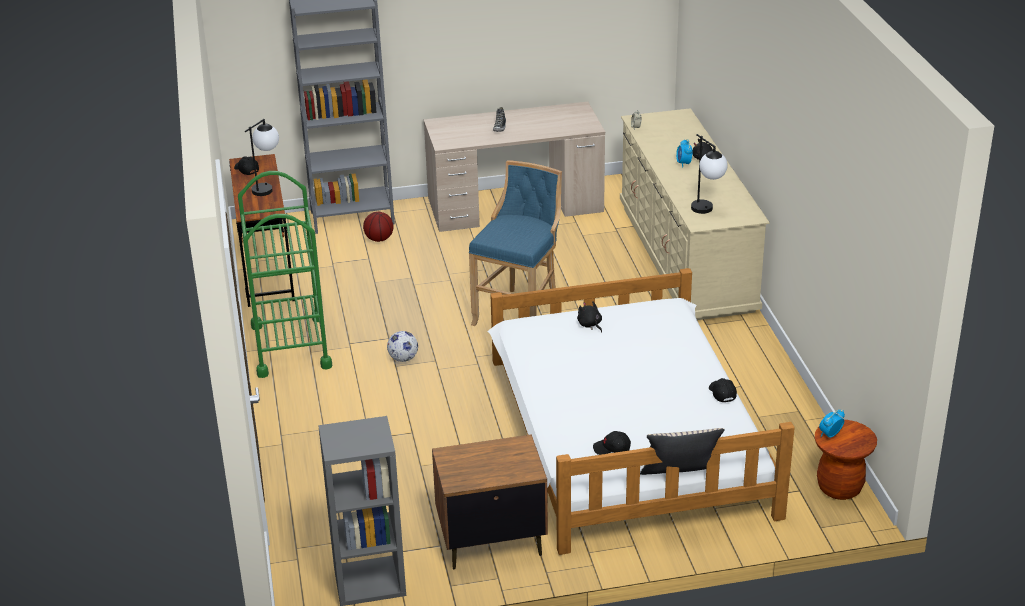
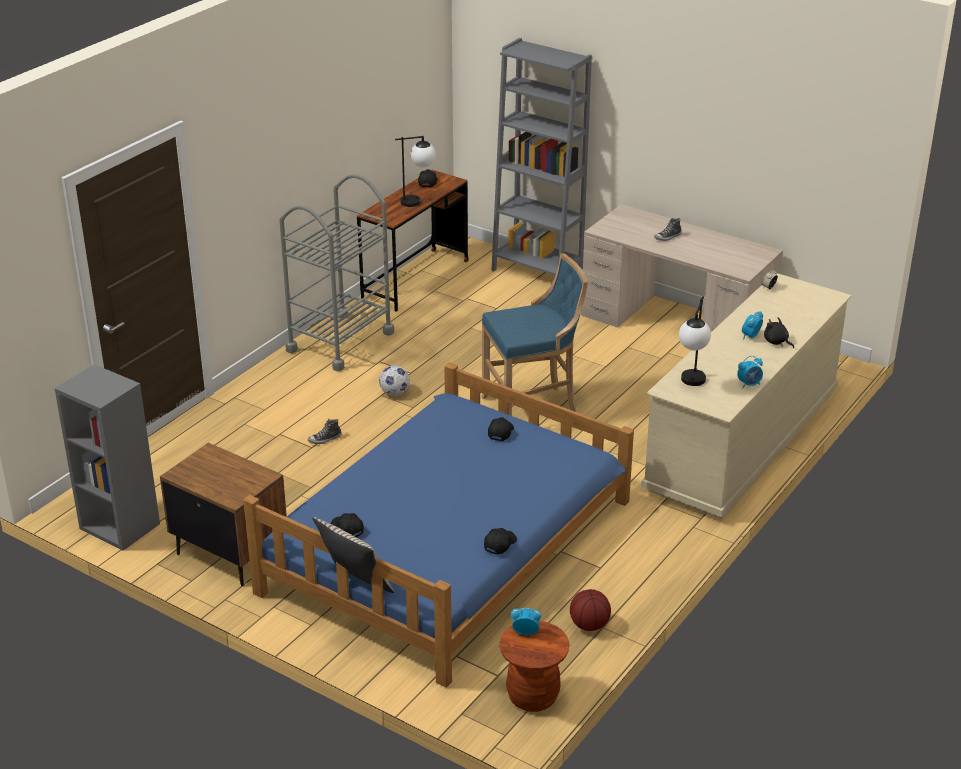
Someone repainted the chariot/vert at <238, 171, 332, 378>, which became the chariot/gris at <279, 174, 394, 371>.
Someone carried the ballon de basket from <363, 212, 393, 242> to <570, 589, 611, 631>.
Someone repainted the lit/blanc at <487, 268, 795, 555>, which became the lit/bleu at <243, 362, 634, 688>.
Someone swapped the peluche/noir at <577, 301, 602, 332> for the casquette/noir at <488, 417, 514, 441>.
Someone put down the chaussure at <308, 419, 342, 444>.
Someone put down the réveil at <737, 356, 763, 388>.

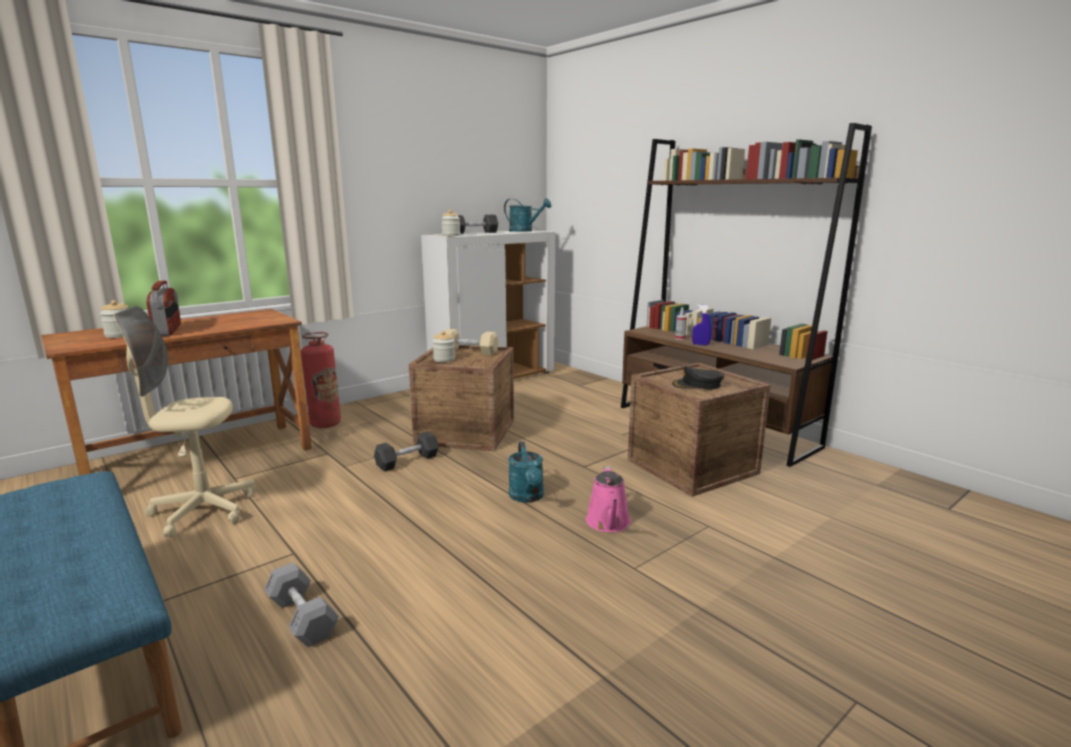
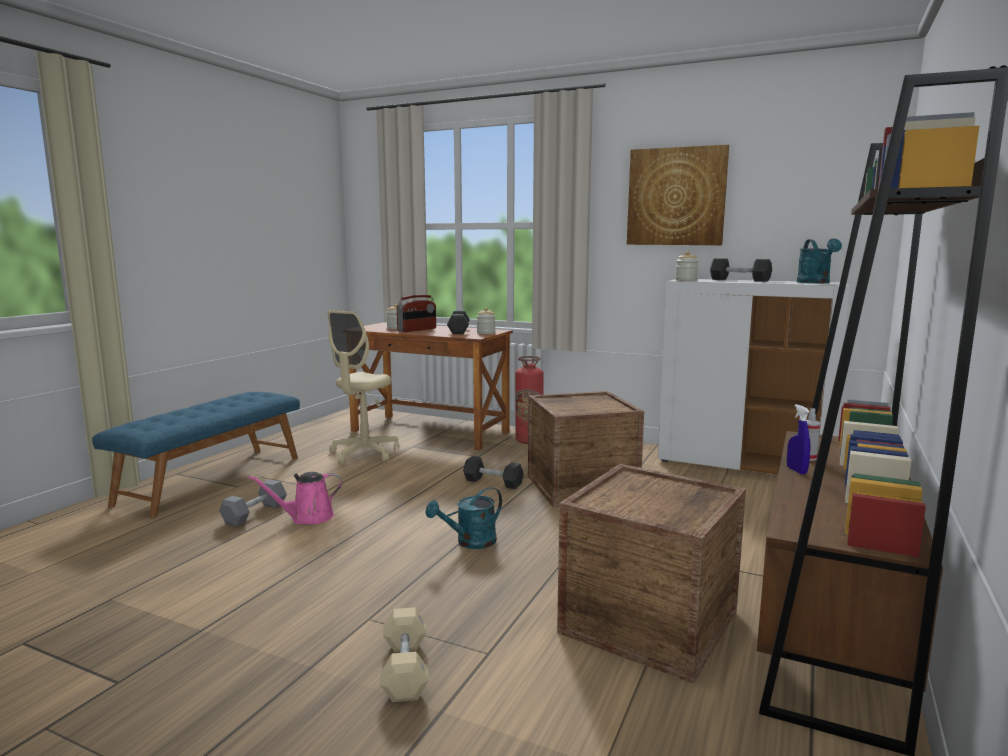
Someone rotated the chaise de bureau/beige at <114, 306, 255, 538> by 120 degrees counterclockwise.
Someone carried the bocal from <433, 331, 455, 362> to <477, 308, 495, 334>.
Someone carried the haltère/beige from <445, 329, 499, 355> to <380, 607, 429, 702>.
Someone carried the arrosoir/rose from <586, 466, 631, 532> to <248, 472, 342, 525>.
Someone took away the casquette/noir at <672, 366, 724, 390>.
Someone put down the haltère/noir at <447, 310, 470, 334>.
Someone put up the tableau at <627, 145, 729, 245>.

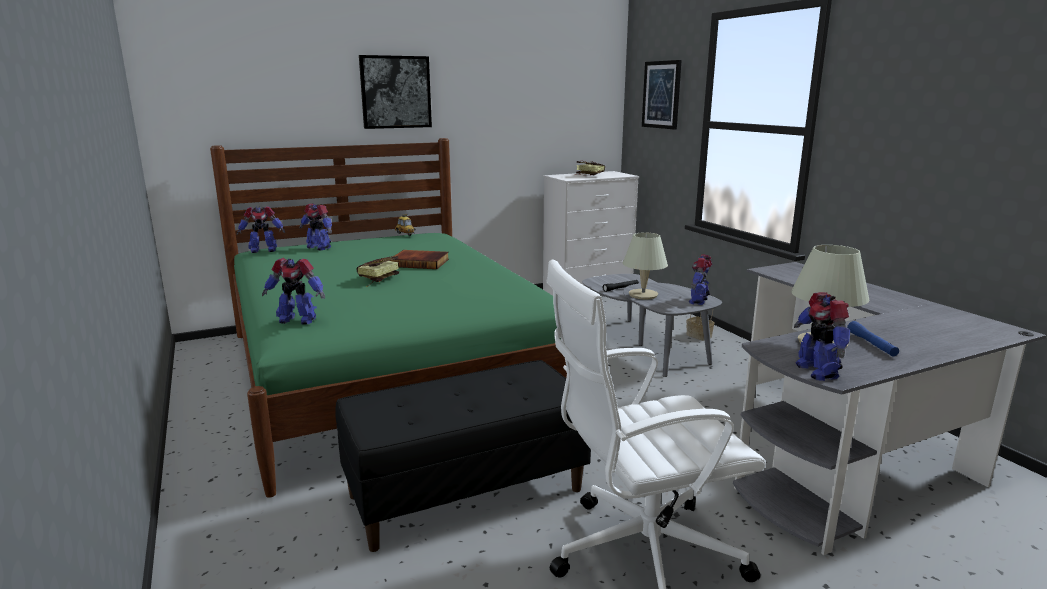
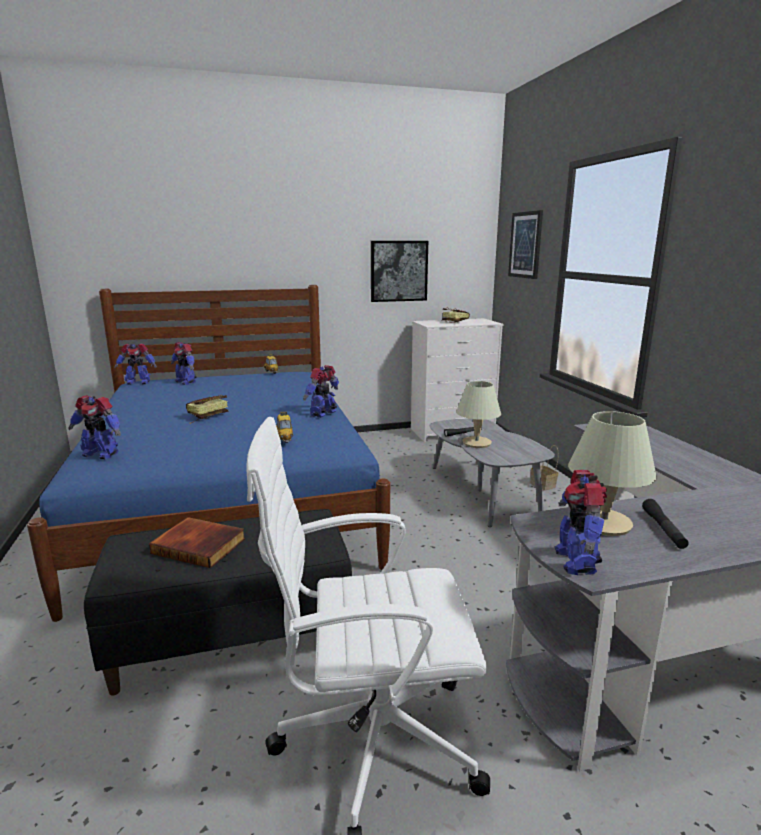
Someone repainted the lit/vert at <210, 138, 567, 498>, which became the lit/bleu at <27, 285, 390, 622>.
Someone carried the tableau from <359, 55, 432, 129> to <371, 241, 428, 302>.
Someone carried the livre from <390, 250, 449, 269> to <149, 517, 245, 568>.
Someone carried the robot jouet from <689, 255, 712, 305> to <303, 365, 339, 418>.
Someone repainted the lampe de poche/bleu at <847, 321, 899, 356>, which became the lampe de poche/noir at <642, 499, 689, 549>.
Someone put down the petite voiture at <276, 411, 293, 443>.

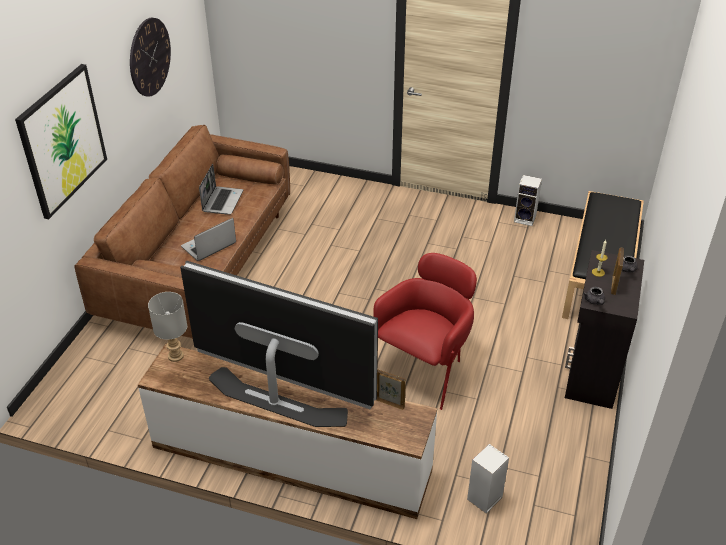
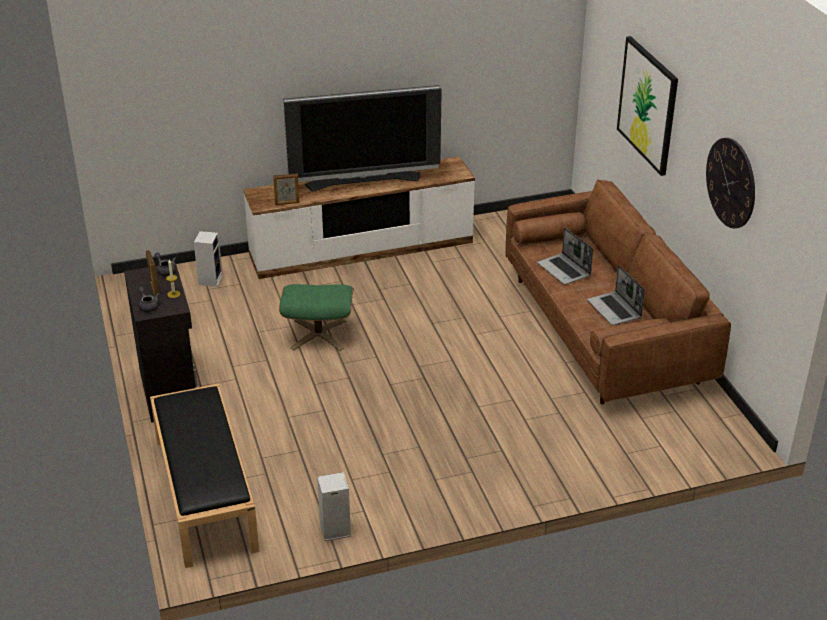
Someone took away the lampe de table/gris at <148, 292, 187, 362>.
Someone rotated the ordinateur portable at <181, 218, 236, 261> by 135 degrees clockwise.
Someone swapped the fauteuil/rouge at <373, 253, 477, 410> for the pouf/vert at <279, 284, 354, 351>.

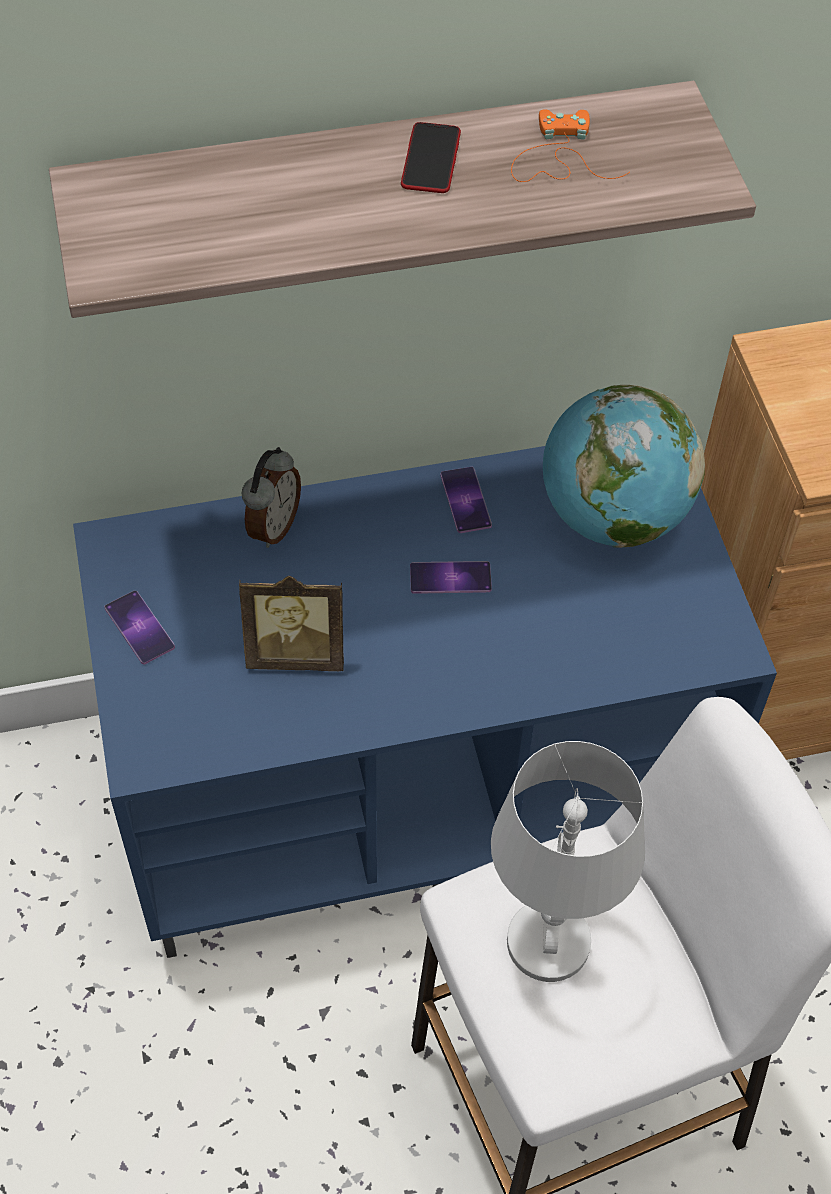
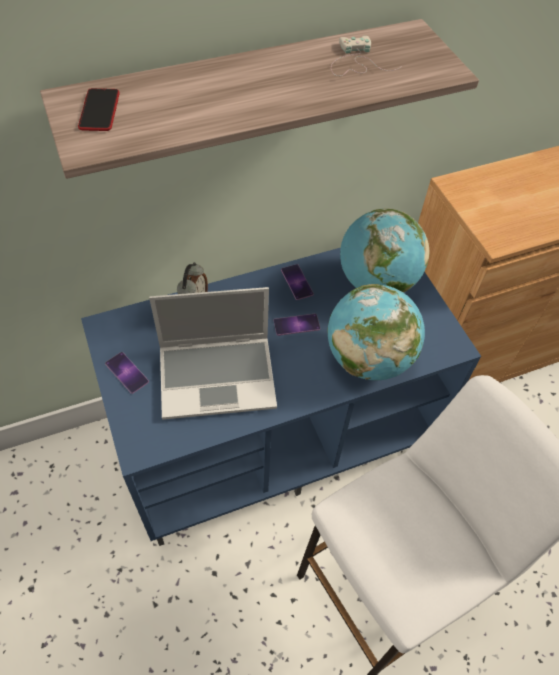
Someone swapped the cadre photo at <239, 576, 344, 671> for the ordinateur portable at <149, 287, 277, 420>.
Someone carried the téléphone from <401, 122, 461, 193> to <78, 88, 120, 131>.
Someone took away the lampe de table/blanc at <491, 741, 645, 982>.
Someone repainted the manette/orange at <511, 109, 630, 182>, which became the manette/blanc at <331, 36, 402, 76>.
Someone put down the globe at <327, 284, 425, 380>.

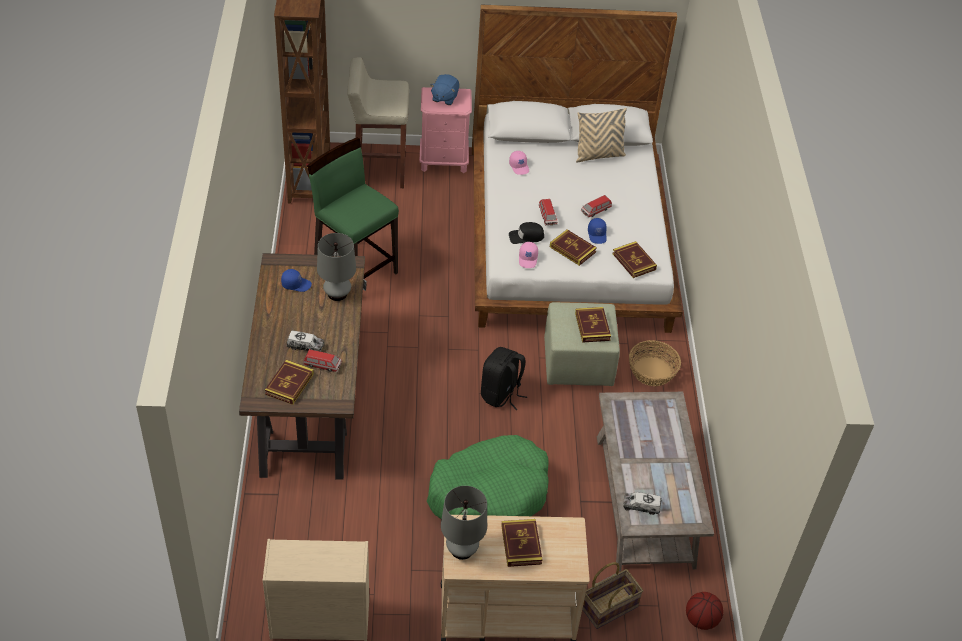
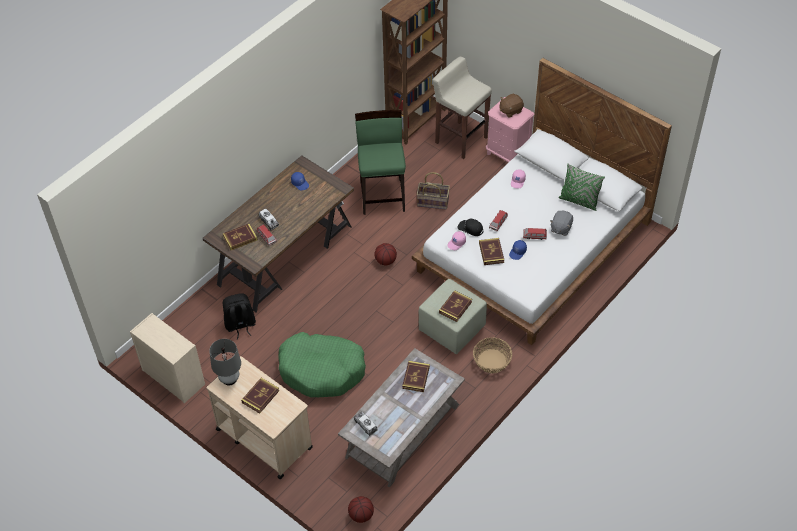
Someone took away the lampe de table/gris at <317, 233, 356, 301>.
Someone repainted the peluche/bleu at <430, 74, 459, 105>, which became the peluche/marron at <500, 94, 524, 118>.
Someone carried the sac à dos/noir from <481, 347, 527, 410> to <223, 293, 256, 340>.
Someone repainted the coussin/beige at <576, 108, 627, 163>, which became the coussin/vert at <558, 163, 605, 211>.
Someone carried the panier from <582, 562, 643, 629> to <417, 172, 450, 210>.
Someone carried the livre from <612, 241, 657, 278> to <402, 361, 430, 392>.
Someone put down the ballon de basket at <374, 243, 397, 266>.
Someone put down the peluche/gris at <550, 211, 573, 236>.

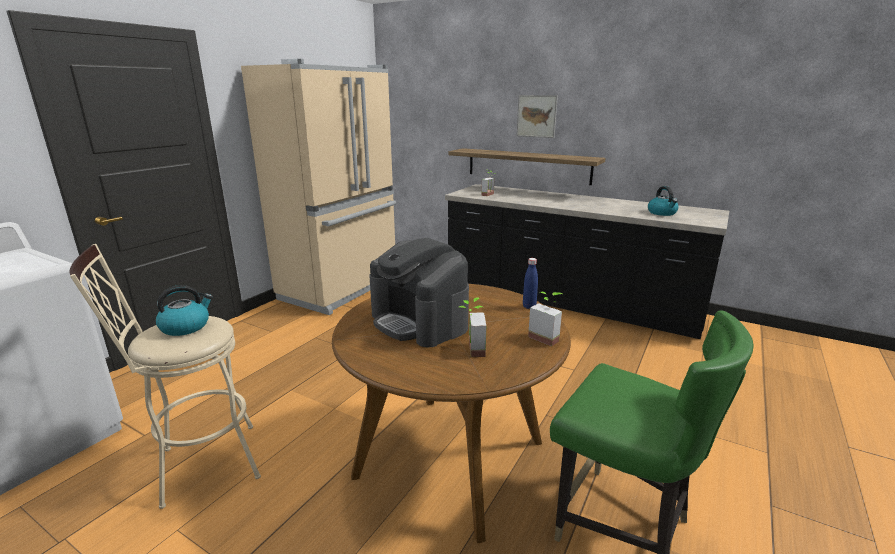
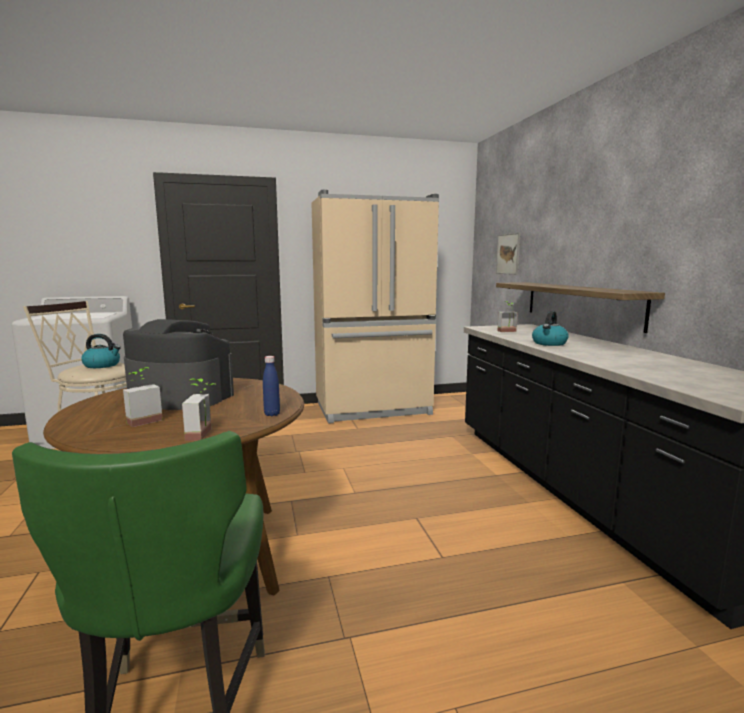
Someone rotated the machine à café at <369, 238, 469, 348> by 105 degrees clockwise.
Someone carried the tableau from <517, 95, 558, 138> to <496, 233, 521, 275>.
Someone carried the bouilloire from <648, 186, 679, 216> to <532, 311, 569, 346>.

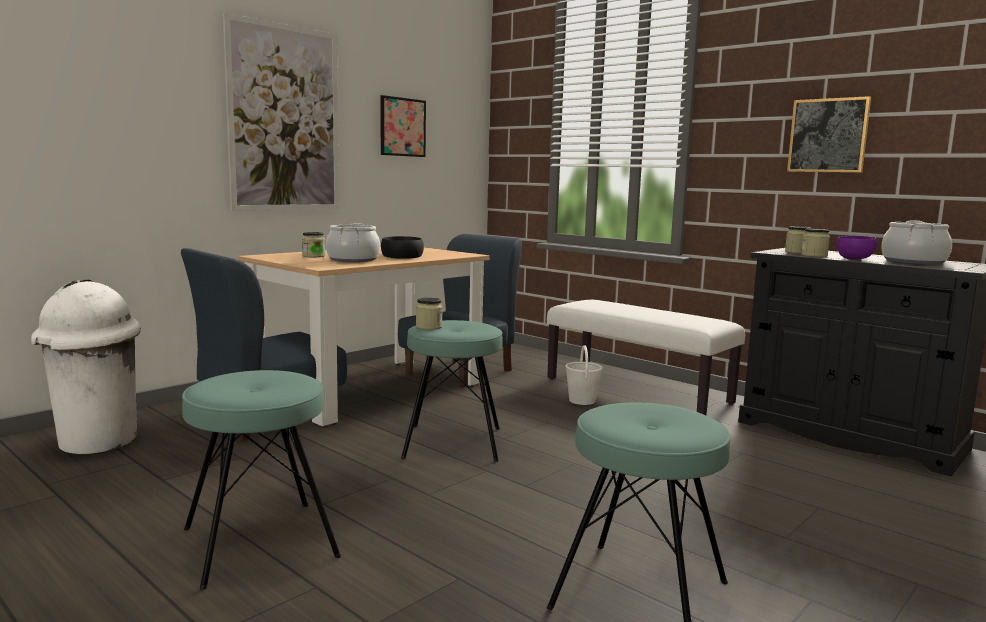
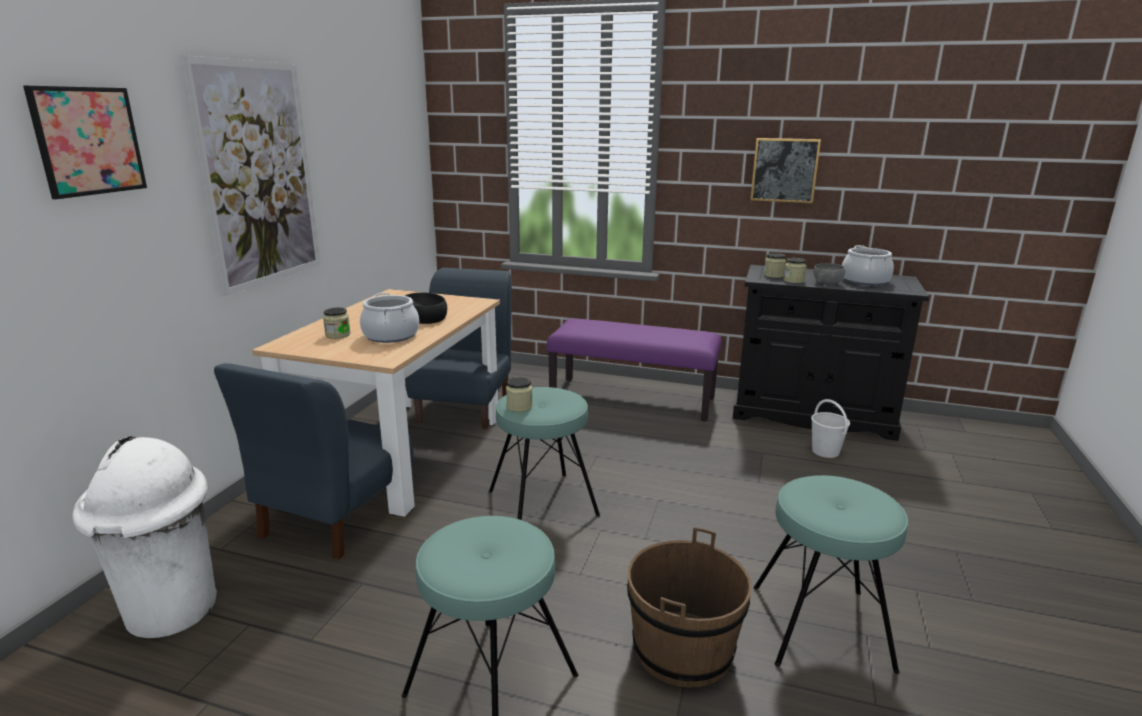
Someone carried the tableau from <381, 95, 426, 157> to <23, 86, 147, 199>.
Someone repainted the banc/blanc at <547, 300, 745, 415>, which became the banc/violet at <546, 319, 722, 421>.
Someone carried the seau/blanc from <565, 345, 603, 405> to <811, 399, 850, 458>.
Someone repainted the bol/violet at <836, 236, 877, 259>, which became the bol/gris at <814, 263, 845, 285>.
Someone put down the seau/marron at <627, 527, 752, 688>.

